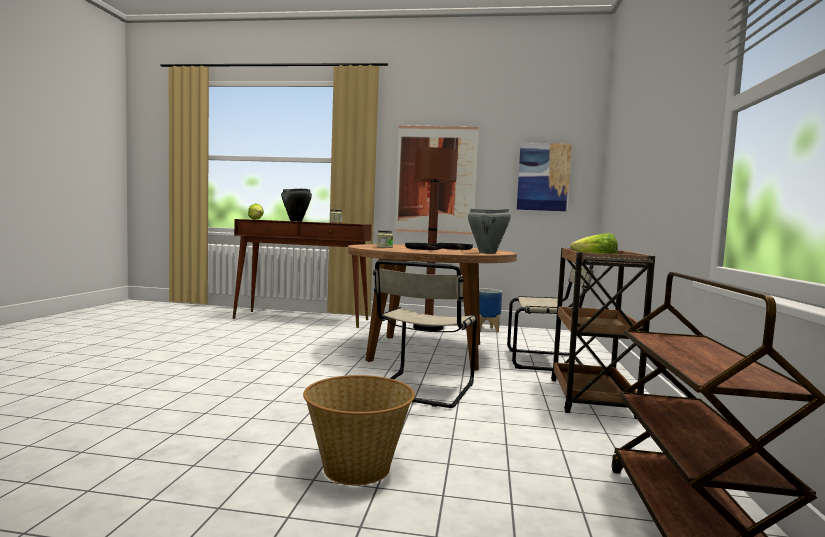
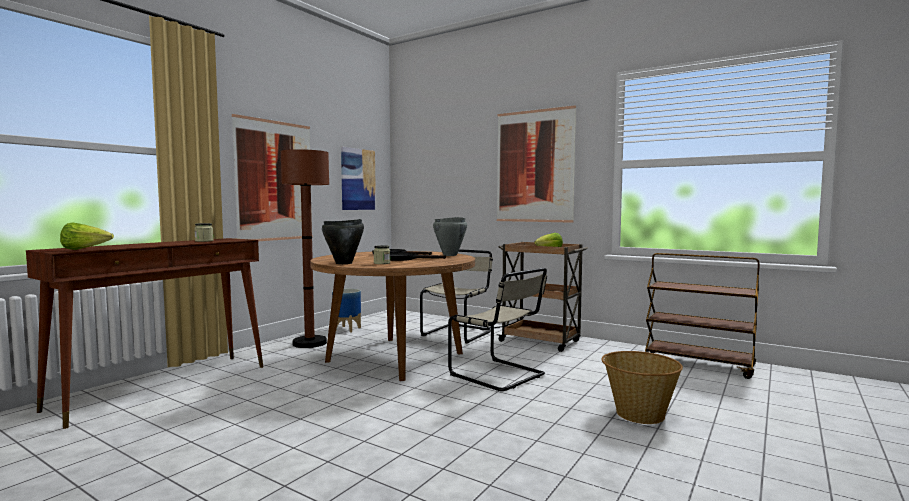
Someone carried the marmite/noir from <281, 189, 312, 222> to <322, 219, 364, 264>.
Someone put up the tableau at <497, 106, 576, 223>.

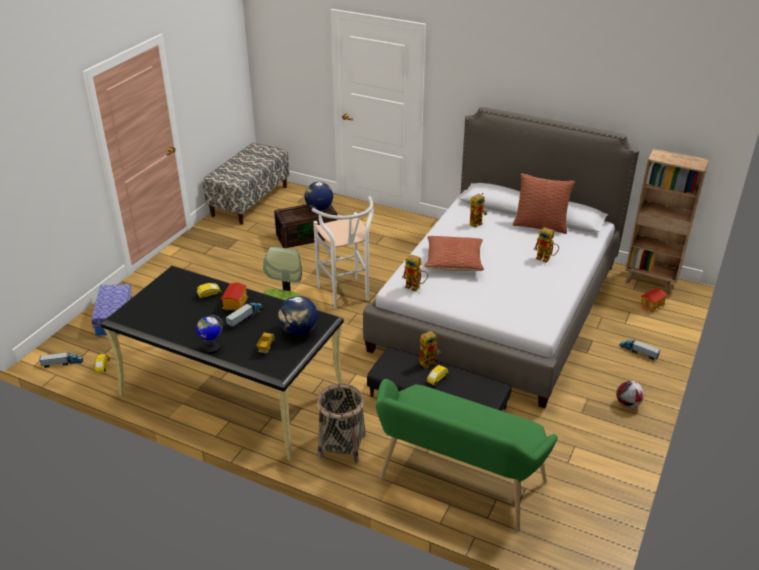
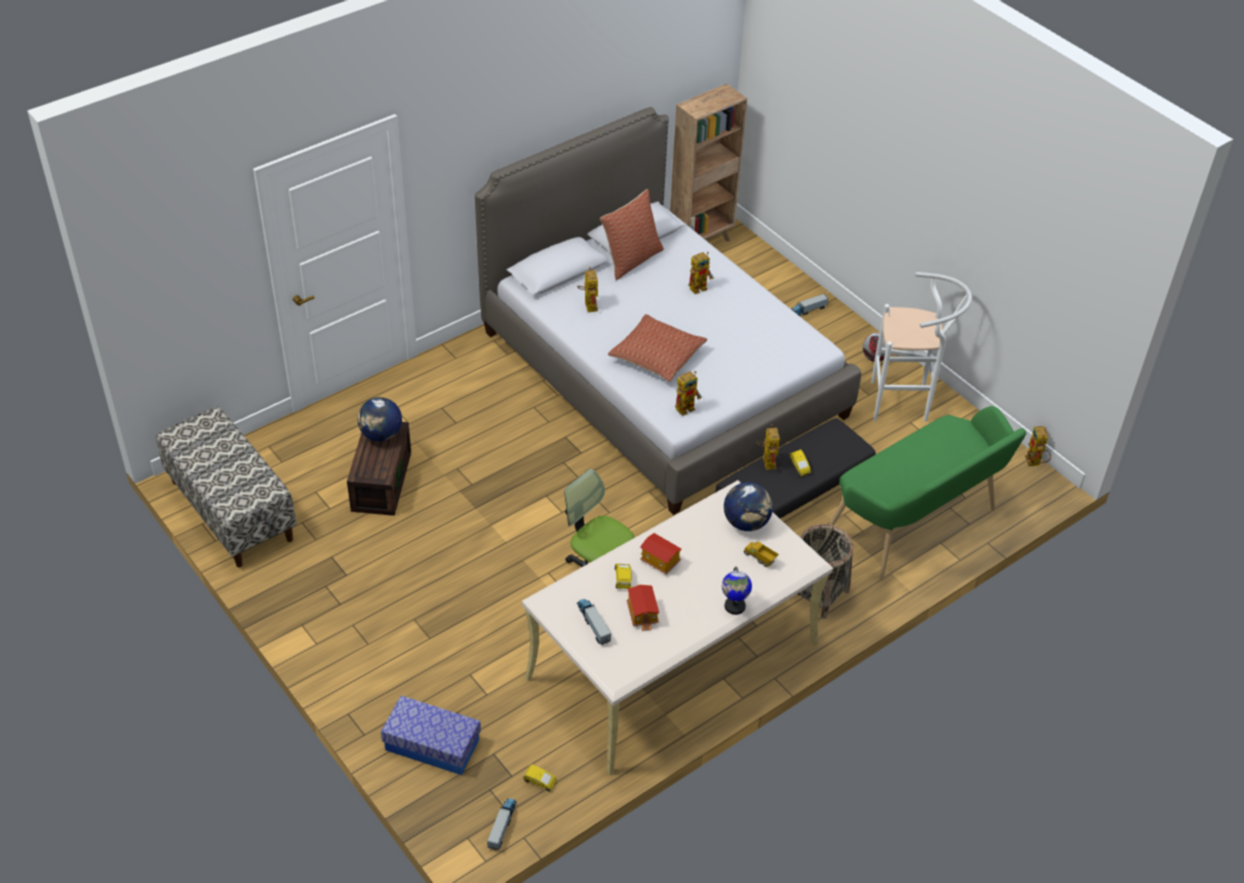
Someone repainted the bureau/noir at <101, 266, 344, 461>, which became the bureau/beige at <522, 480, 833, 776>.
Someone carried the camion jouet from <225, 302, 264, 328> to <577, 599, 611, 645>.
Someone carried the tabouret/blanc from <311, 196, 373, 309> to <871, 272, 972, 421>.
Someone carried the maison miniature from <640, 288, 667, 312> to <627, 585, 659, 631>.
Someone put down the robot jouet at <1025, 426, 1051, 466>.

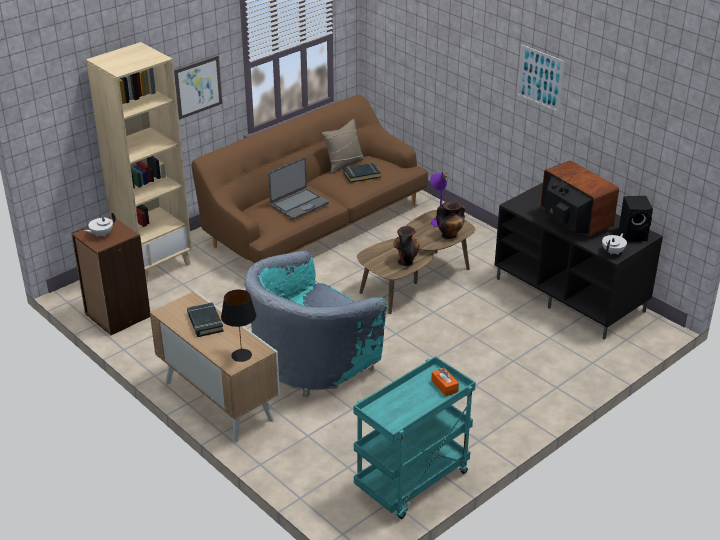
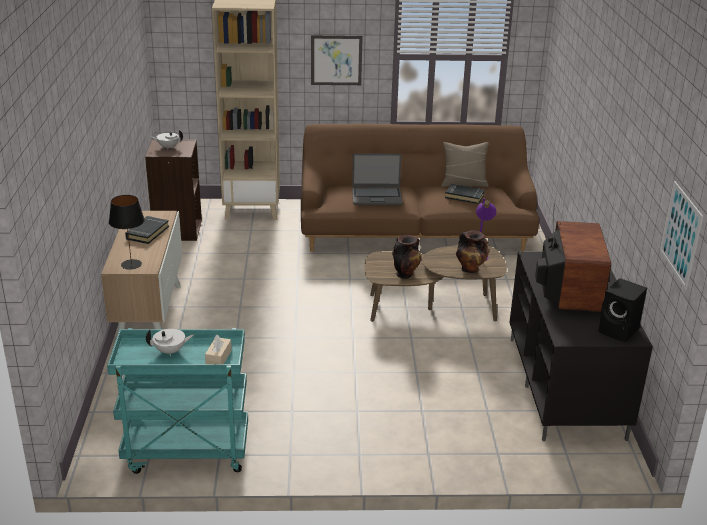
Someone took away the fauteuil/turquoise at <244, 251, 387, 398>.
Someone repainted the boîte à mouchoirs/orange at <431, 368, 459, 396>, which became the boîte à mouchoirs/beige at <205, 335, 232, 364>.
Someone carried the tableau from <517, 45, 565, 113> to <660, 181, 703, 290>.
Someone carried the théière/blanc from <602, 233, 627, 255> to <146, 329, 194, 356>.

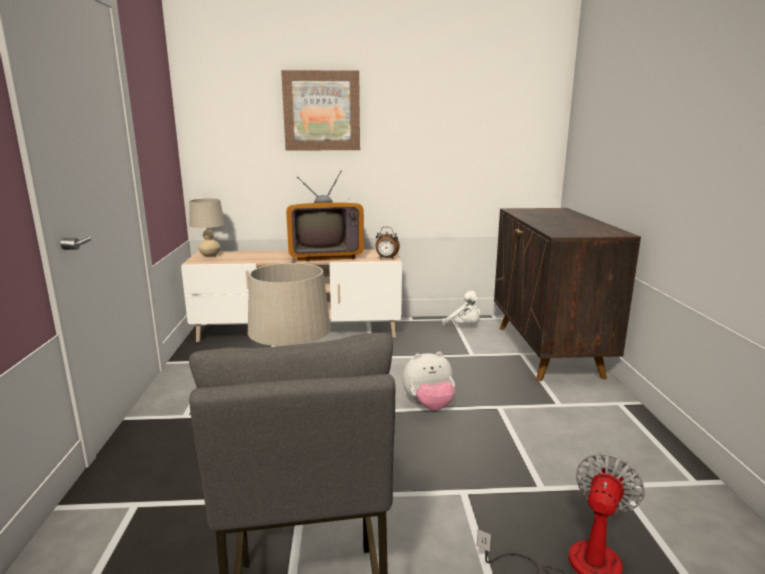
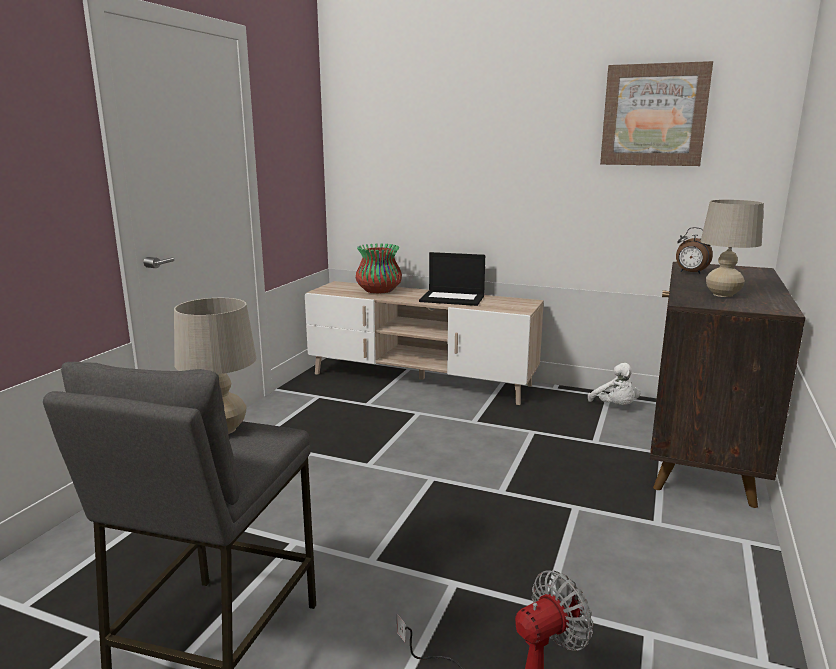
Someone carried the lampe de table/beige from <189, 198, 225, 258> to <700, 200, 764, 297>.
Someone carried the tableau from <281, 70, 360, 150> to <600, 61, 713, 166>.
Someone swapped the téléviseur at <286, 171, 364, 261> for the ordinateur portable at <419, 252, 485, 306>.
Someone carried the réveil from <376, 227, 400, 259> to <676, 227, 713, 274>.
Someone took away the peluche at <402, 352, 455, 411>.
Someone put down the vase at <356, 243, 402, 294>.

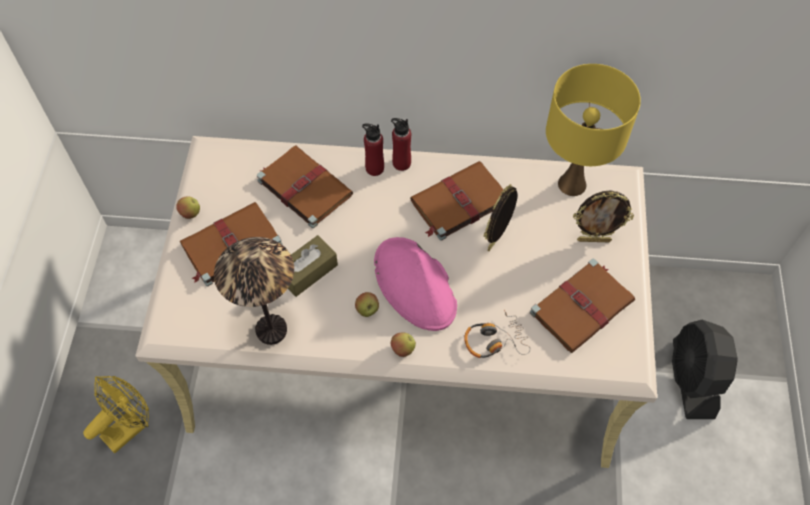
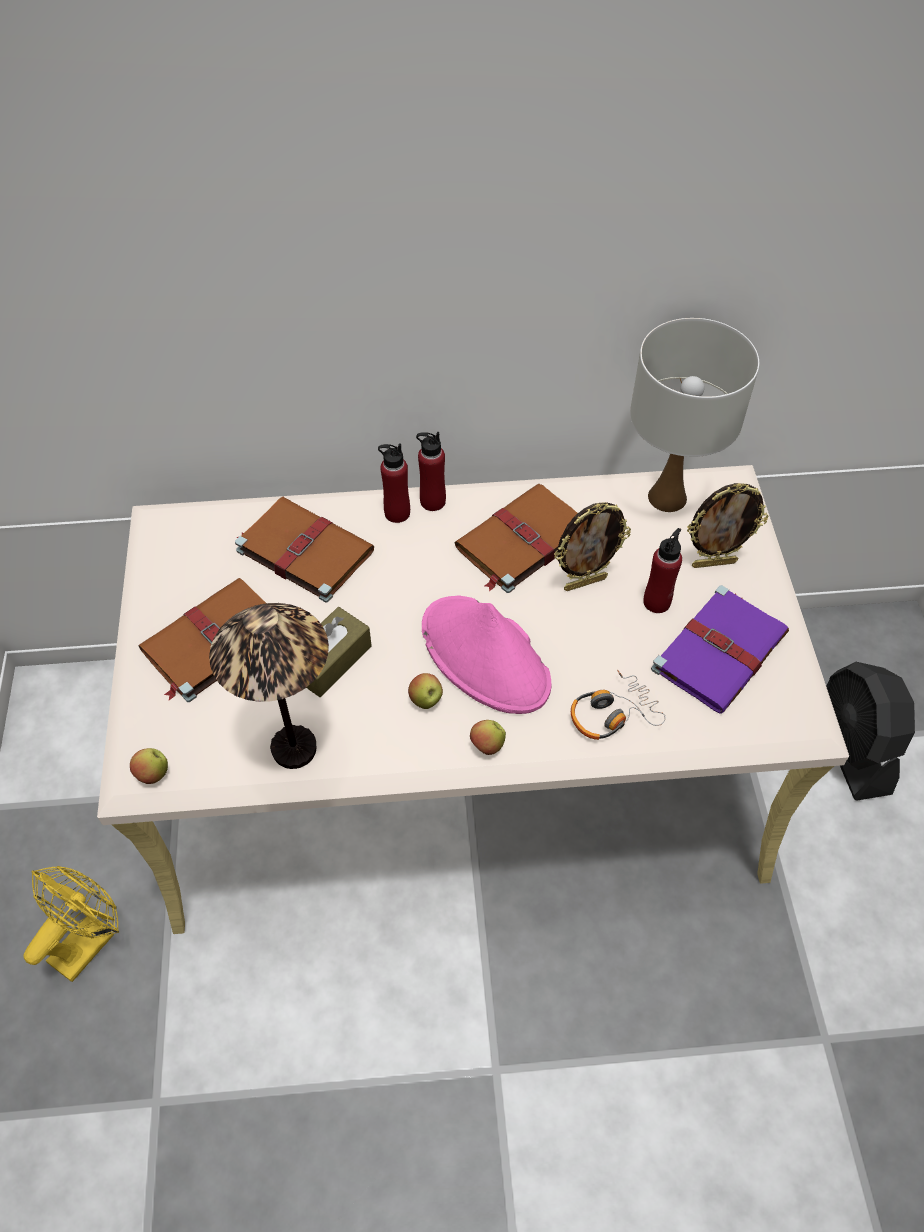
Someone carried the pomme from <176, 197, 200, 219> to <130, 748, 168, 784>.
Someone rotated the cadre photo at <483, 184, 518, 251> by 135 degrees counterclockwise.
Someone repainted the livre/marron at <530, 259, 635, 353>, which became the livre/violet at <651, 585, 789, 714>.
Someone repainted the lampe de table/jaune at <546, 64, 641, 196>, which became the lampe de table/blanc at <630, 318, 759, 512>.
Someone put down the bouteille/rouge at <643, 528, 682, 613>.

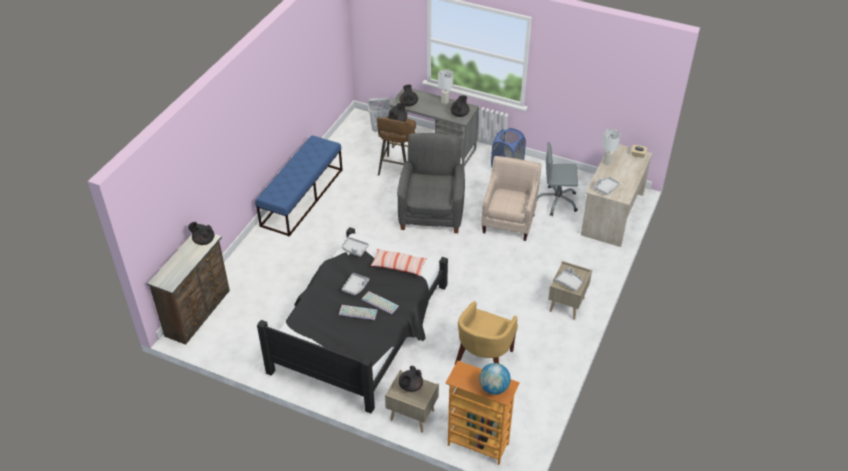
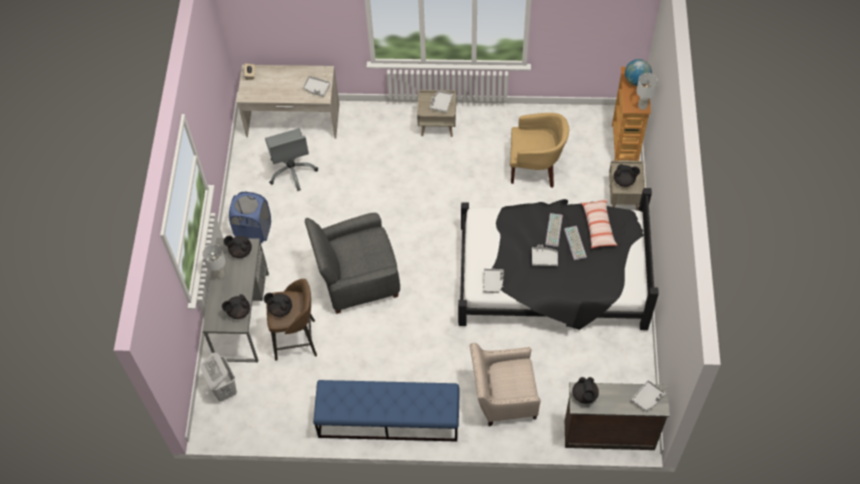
Someone carried the coussin from <371, 249, 427, 276> to <581, 199, 617, 249>.
Someone carried the fauteuil/beige from <481, 156, 542, 241> to <470, 343, 540, 426>.
Someone carried the lampe de table/blanc from <602, 129, 620, 165> to <636, 73, 658, 110>.
Someone put down the plateau/gris at <631, 380, 665, 411>.

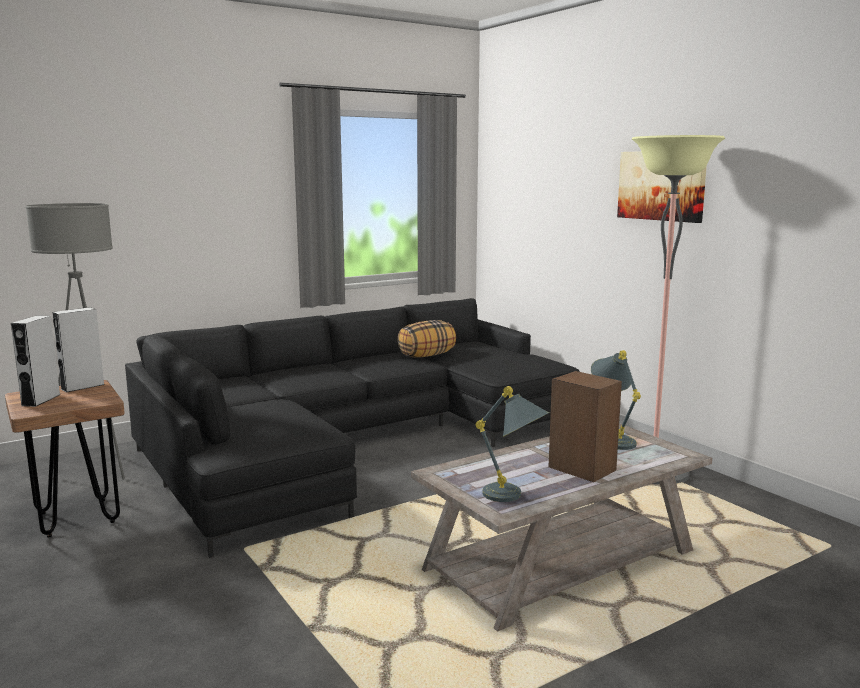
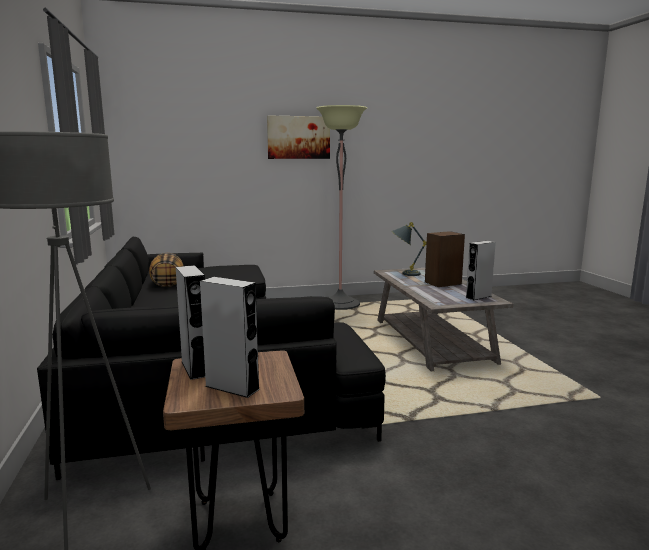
Someone swapped the lampe de table/gris at <476, 386, 550, 502> for the enceinte/gris at <466, 241, 496, 300>.

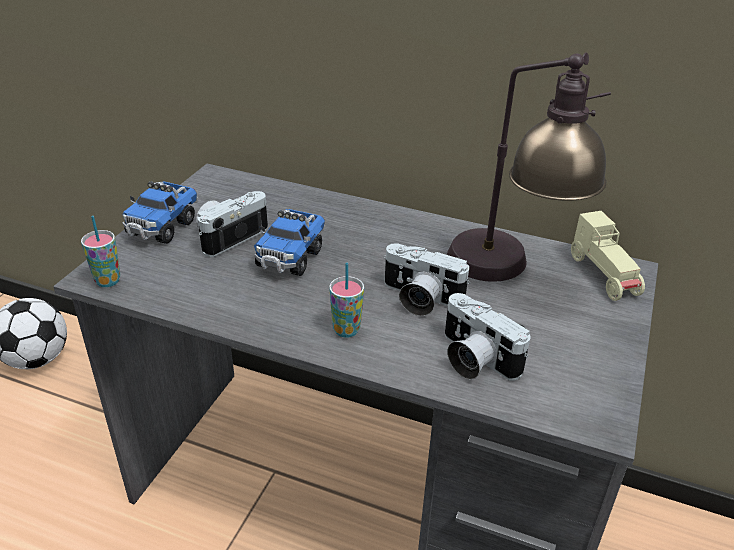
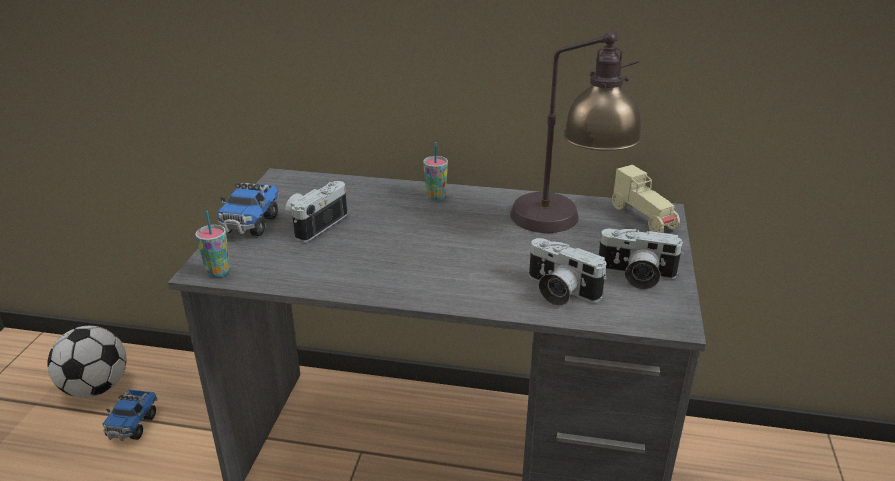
Someone carried the camion jouet from <254, 209, 325, 276> to <102, 389, 157, 441>.
Someone carried the tasse from <329, 263, 364, 338> to <423, 142, 448, 201>.
Someone carried the appareil photo from <383, 243, 470, 316> to <597, 228, 684, 290>.

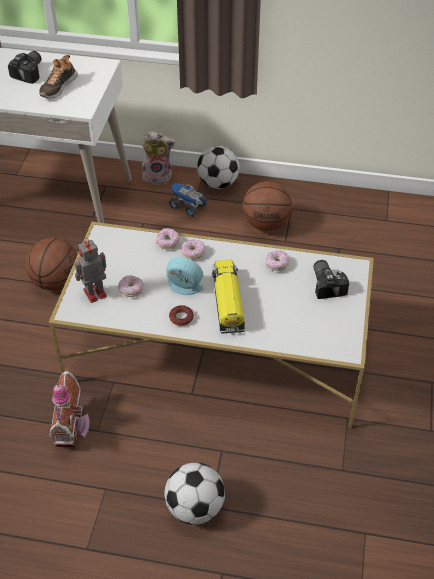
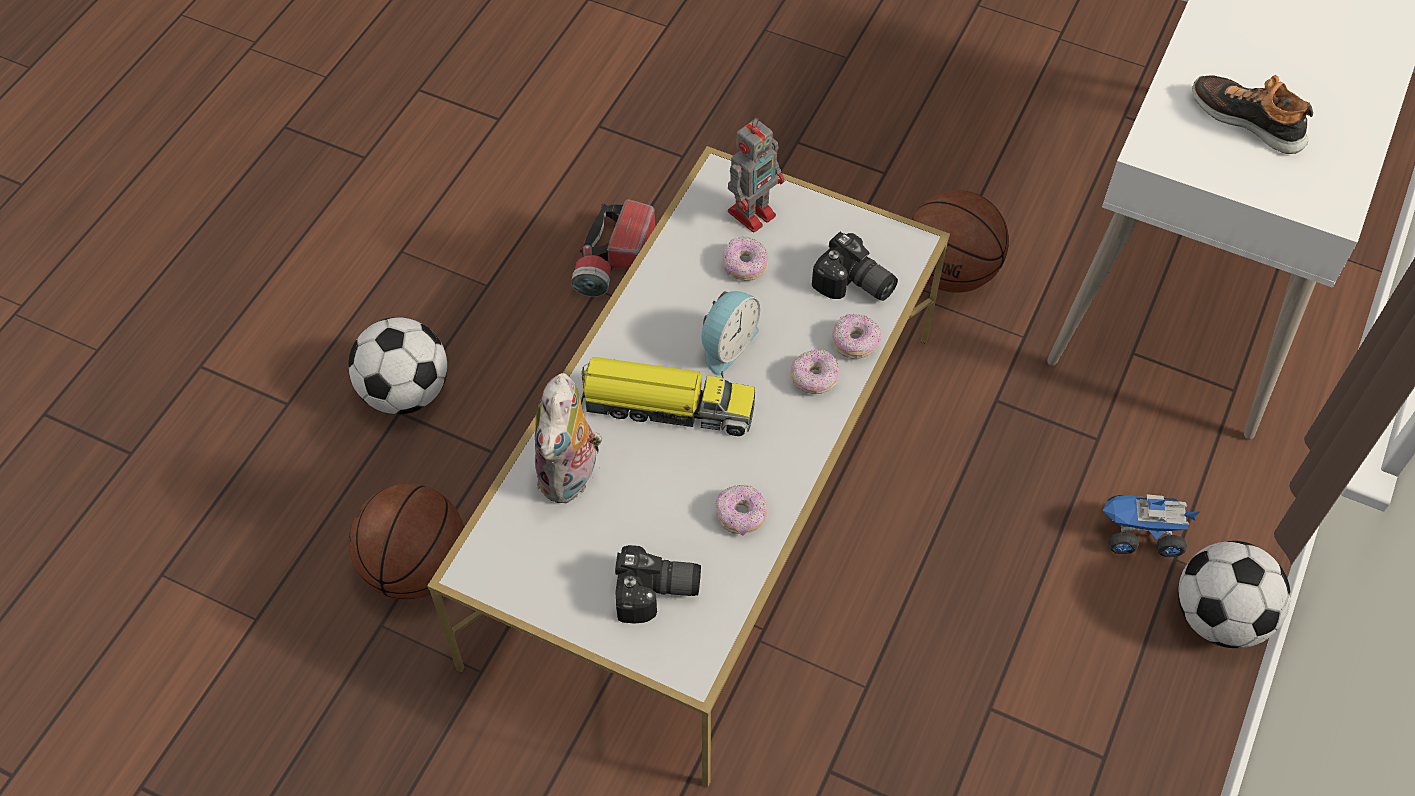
Someone carried the appareil photo from <8, 51, 41, 84> to <812, 231, 898, 301>.
Someone swapped the maison miniature at <49, 367, 90, 447> for the lampe de poche at <571, 199, 655, 297>.
Someone rotated the robot jouet at <74, 238, 107, 303> by 60 degrees clockwise.
Someone carried the peluche from <142, 131, 175, 185> to <535, 373, 602, 503>.
Someone rotated the camion jouet at <169, 183, 207, 217> by 135 degrees counterclockwise.
Someone took away the beignet at <169, 305, 194, 326>.
Someone carried the ballon de basket from <242, 181, 292, 231> to <349, 484, 464, 599>.

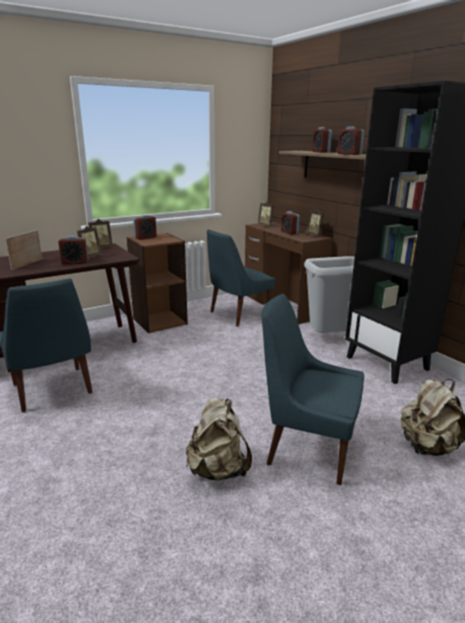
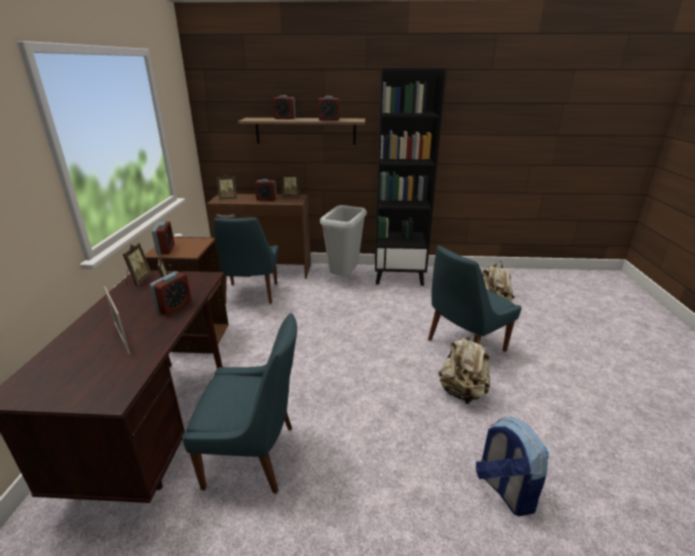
Someone put down the sac à dos at <476, 417, 549, 516>.

